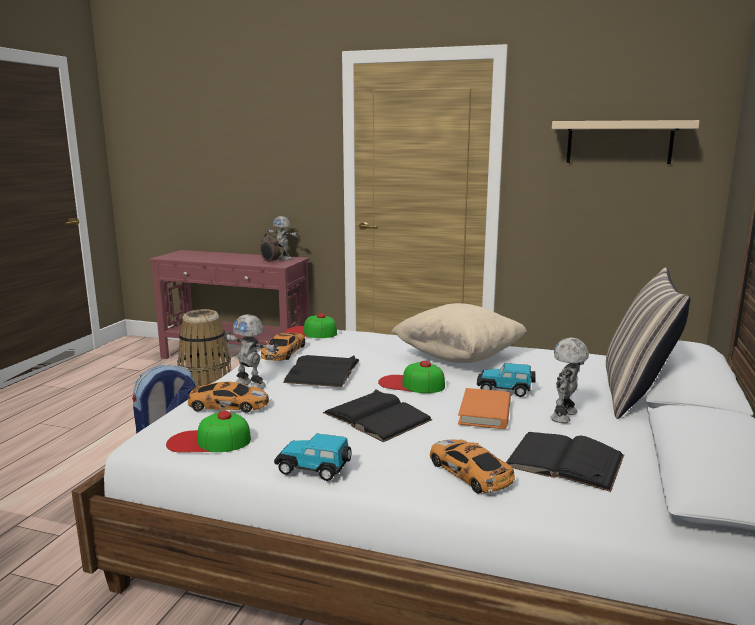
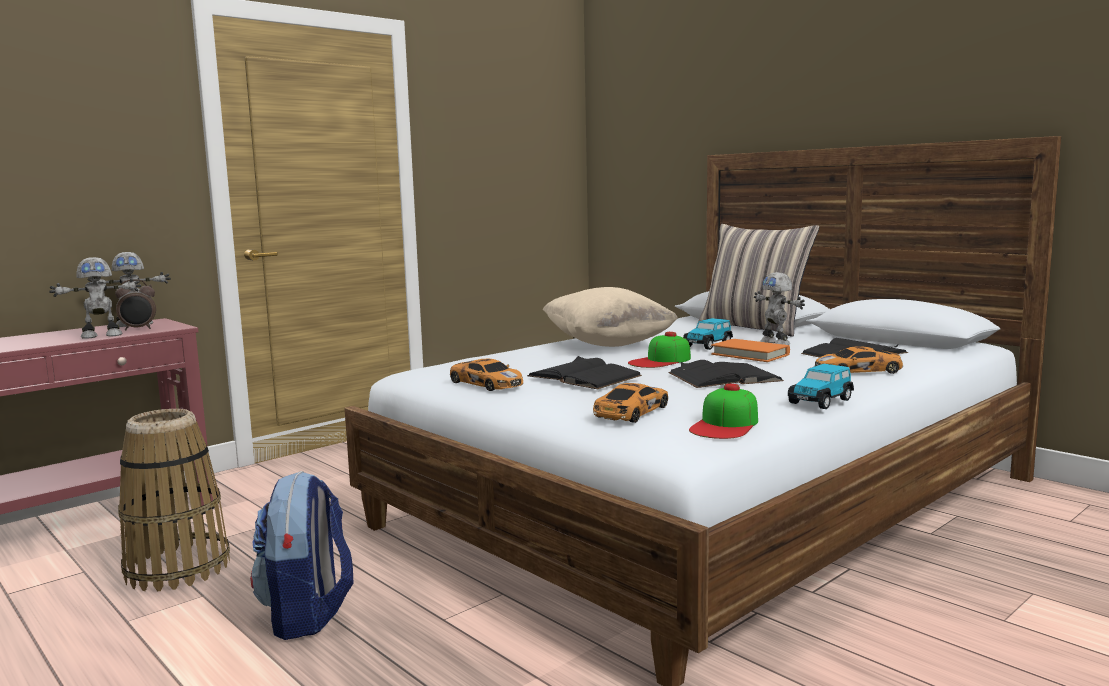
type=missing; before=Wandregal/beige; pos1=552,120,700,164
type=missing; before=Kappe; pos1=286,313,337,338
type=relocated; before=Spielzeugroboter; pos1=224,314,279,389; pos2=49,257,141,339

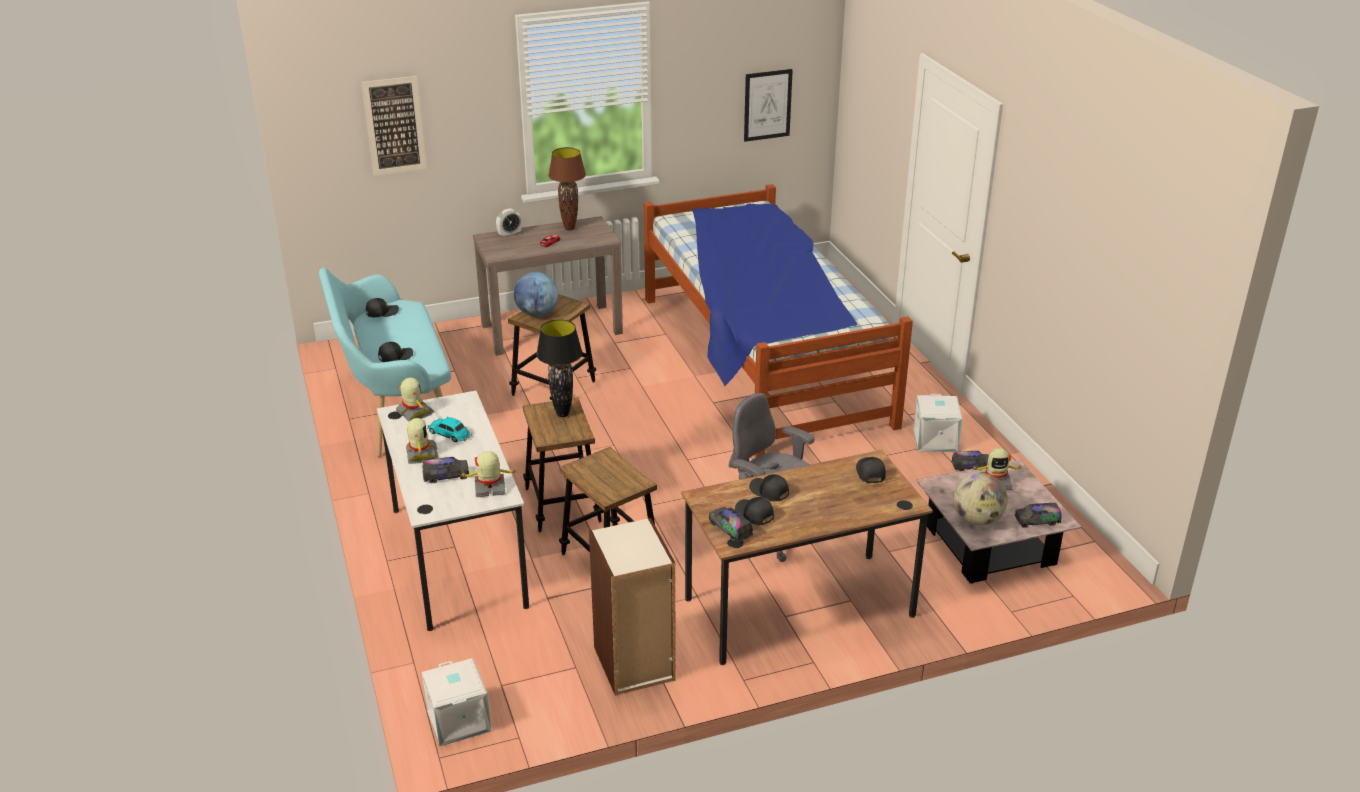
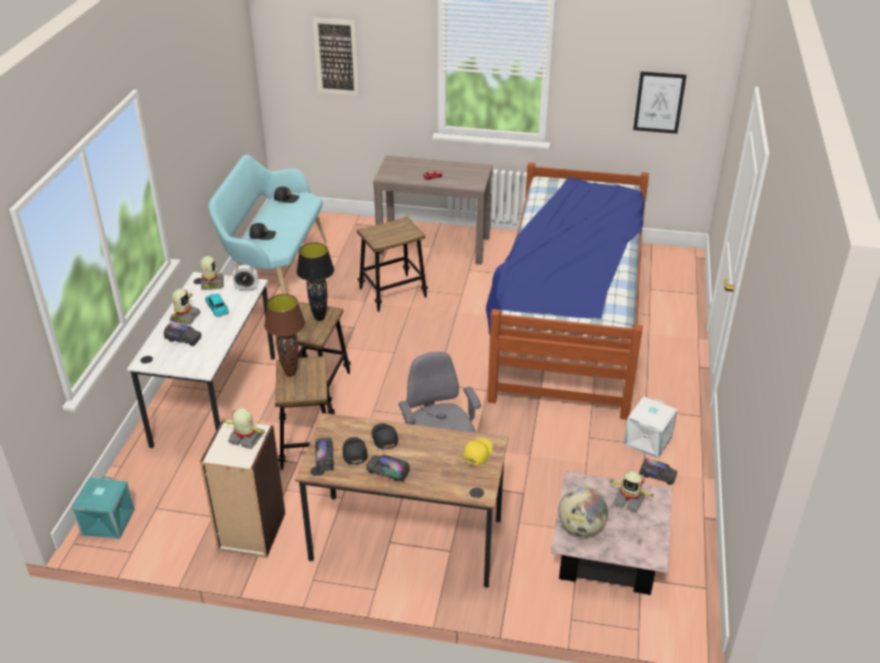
type=relocated; before=Tischlampe/braun; pos1=549,147,586,230; pos2=264,294,305,376
type=relocated; before=Wecker; pos1=496,209,522,238; pos2=232,264,258,291
type=missing; before=Globus; pos1=514,272,558,316
type=relocated; before=Spielzeugroboter; pos1=459,451,519,497; pos2=222,408,265,449
type=colour; before=Kappe/schwarz; after=Kappe/gelb; pos1=856,457,886,483; pos2=464,438,493,465
type=relocated; before=Spielzeuglaster; pos1=1015,503,1062,528; pos2=366,454,410,482
type=colour; before=Aufbewahrungsbox/weiß; after=Aufbewahrungsbox/türkis; pos1=422,658,491,747; pos2=72,476,135,539

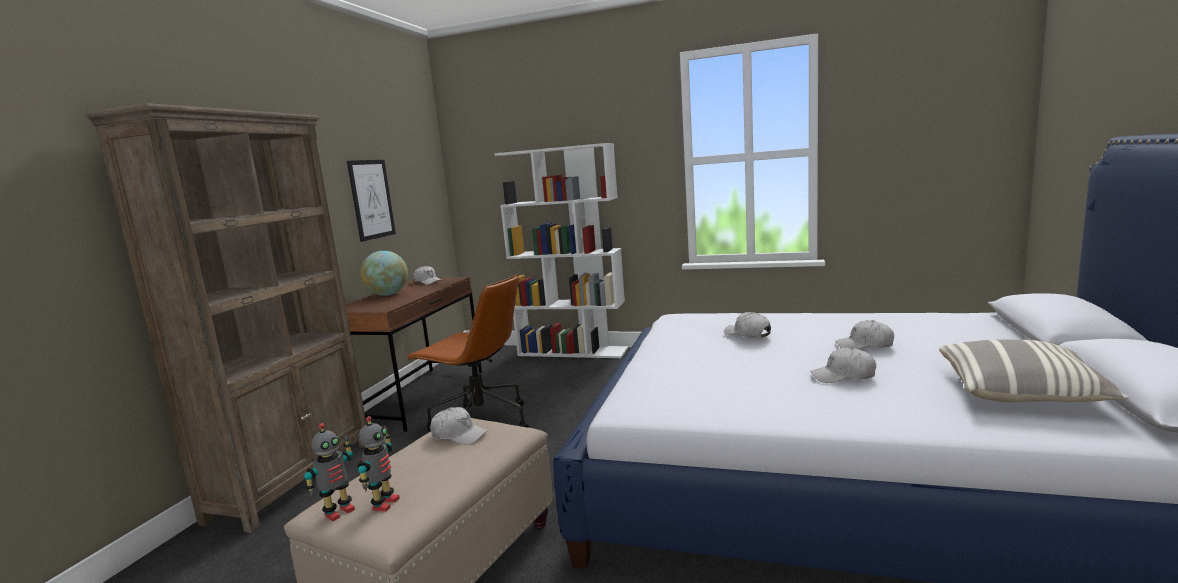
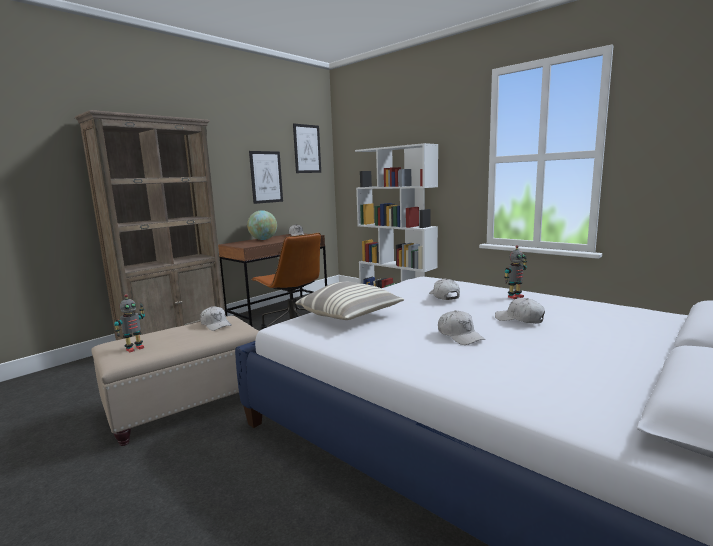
type=relocated; before=Kissen; pos1=939,339,1130,402; pos2=295,282,404,320
type=spun; before=Kappe/weiß; pos1=810,347,876,383; pos2=438,310,485,345; turn=-150
type=relocated; before=Spielzeugroboter; pos1=304,423,355,522; pos2=504,245,527,299
type=appeared; after=Bild; pos2=293,124,321,173

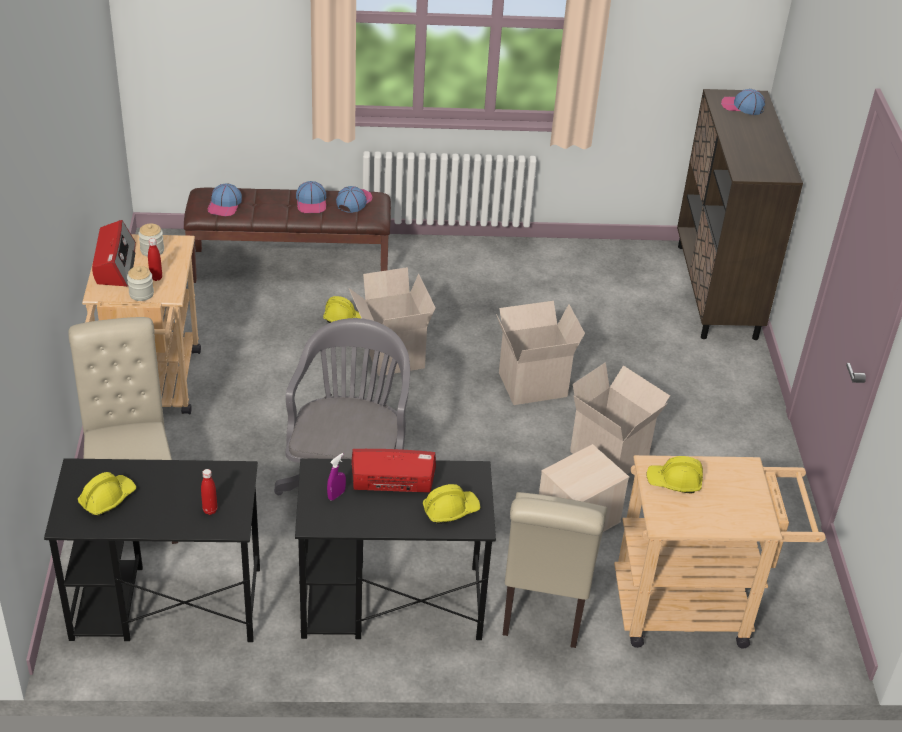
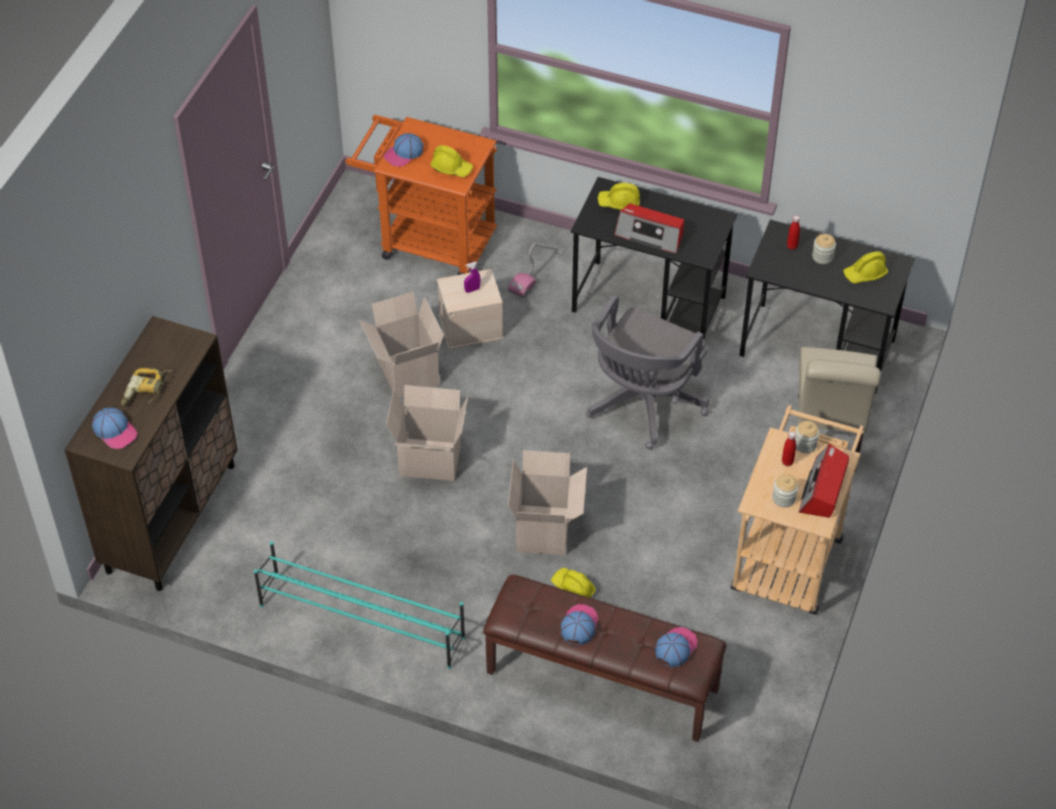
type=relocated; before=Kappe; pos1=336,186,372,213; pos2=384,133,423,167
type=relocated; before=Sprühflasche/lila; pos1=327,453,346,500; pos2=464,262,480,293
type=colour; before=Rollwagen/beige; after=Rollwagen/orange; pos1=614,455,826,648; pos2=346,115,497,275
type=exchanged; before=Stuhl/beige; after=Staubsauger; pos1=503,492,607,648; pos2=508,243,565,298
type=appeared; after=Vorratsglas; pos2=812,234,836,264
type=appeared; after=Bohrmaschine; pos2=121,368,172,406
type=appeared; after=Schuhregal/türkis; pos2=254,541,465,669

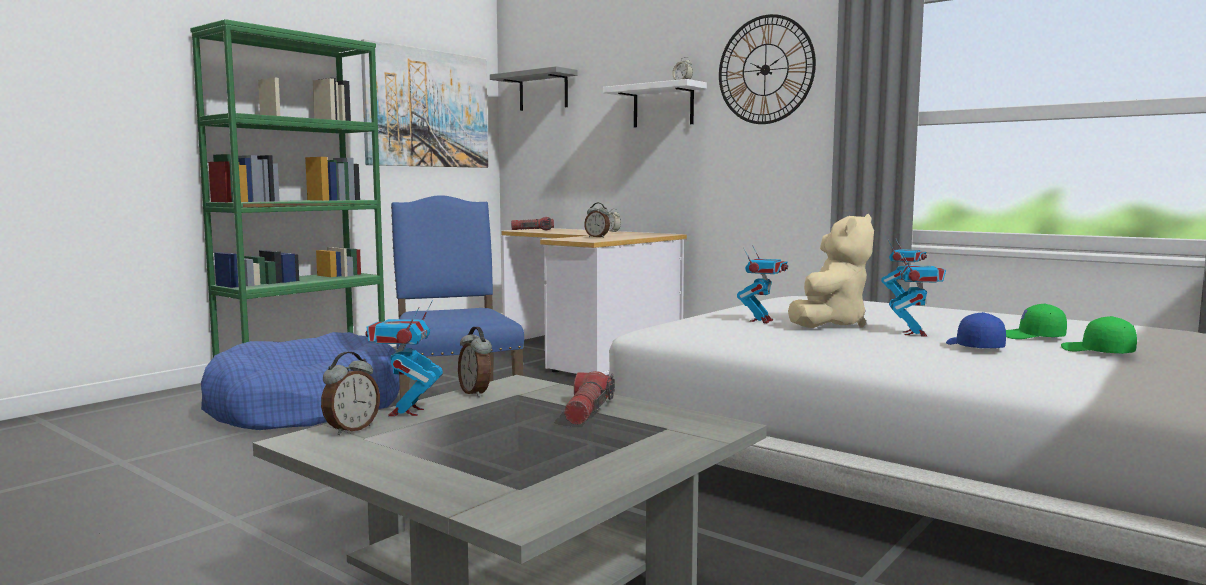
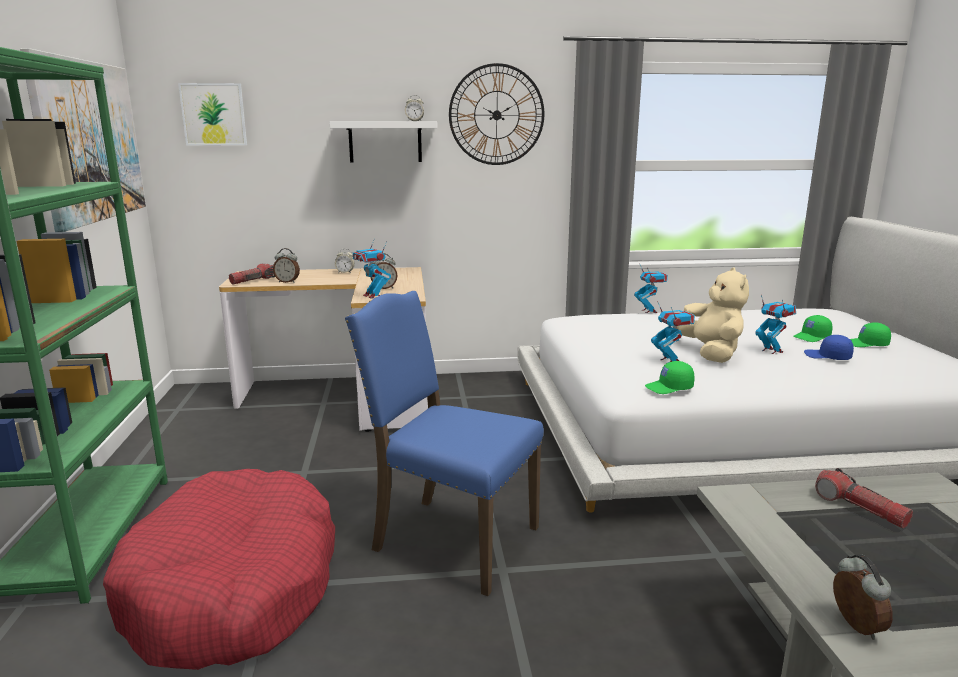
type=exchanged; before=Wandregal/grau; after=Bild; pos1=490,66,578,111; pos2=178,83,247,145
type=relocated; before=Spielzeugroboter; pos1=365,300,443,417; pos2=353,238,391,299
type=relocated; before=Wecker; pos1=458,327,492,397; pos2=273,248,300,283
type=colour; before=Hundebett/blau; after=Hundebett/rot; pos1=201,332,400,430; pos2=103,469,335,670
type=appeared; after=Kappe/grün; pos2=645,361,694,394

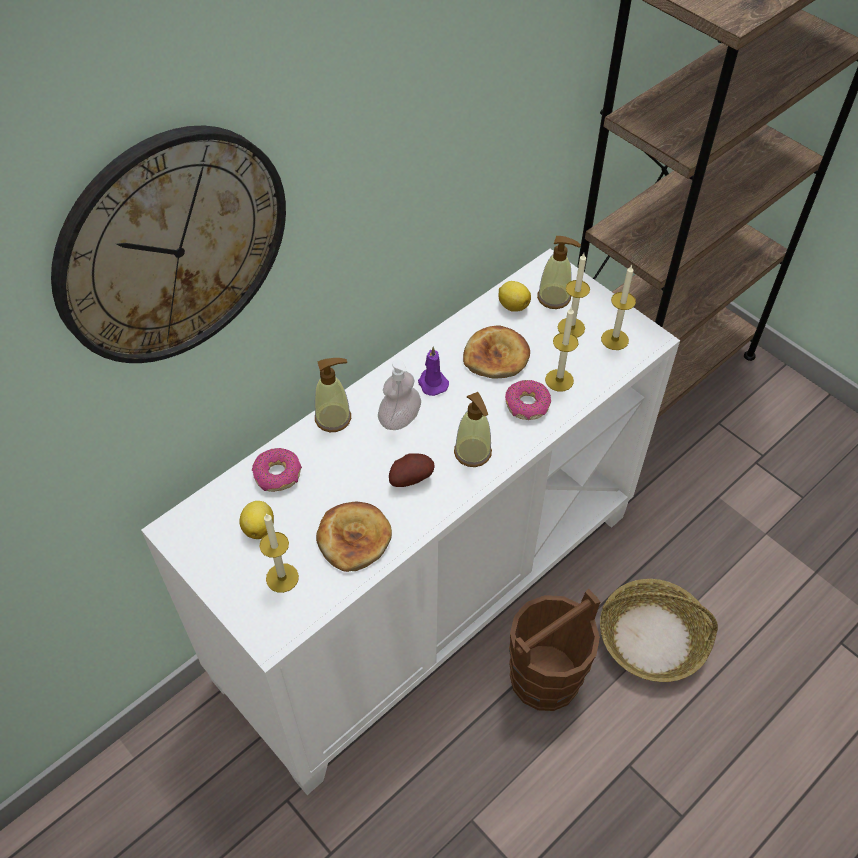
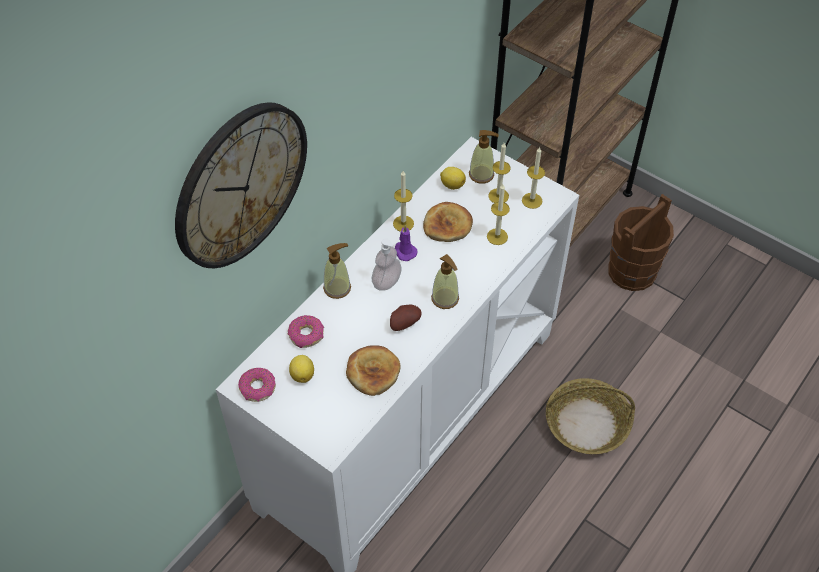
type=relocated; before=Donut; pos1=505,380,551,420; pos2=238,368,276,402
type=relocated; before=Kerze; pos1=259,513,299,593; pos2=393,171,414,232
type=relocated; before=Eimer/braun; pos1=509,589,601,711; pos2=608,194,674,291

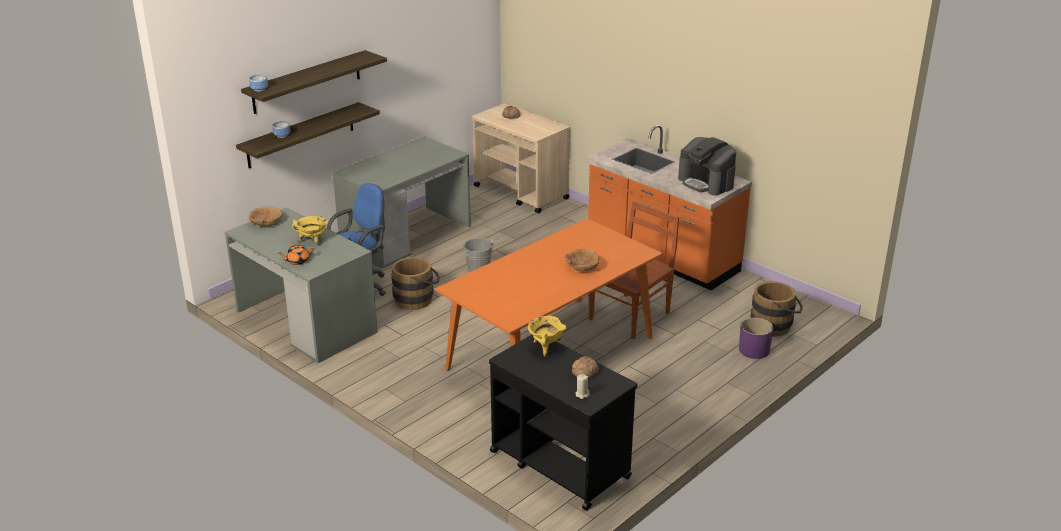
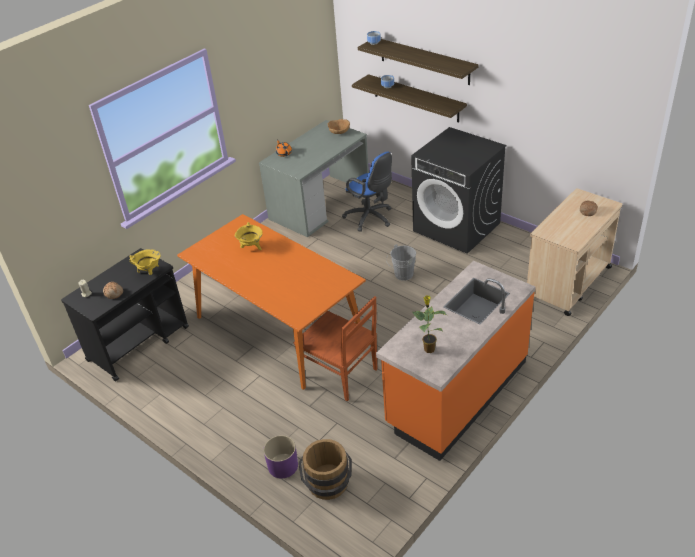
type=exchanged; before=Schreibtisch/grau; after=Waschmaschine/schwarz; pos1=332,136,471,269; pos2=411,127,507,254
type=exchanged; before=Kaffeemaschine; after=Topfpflanze; pos1=678,137,736,195; pos2=413,296,447,353
type=relocated; before=Kochtopf/gelb; pos1=292,216,328,243; pos2=235,222,263,250
type=missing; before=Schüssel/braun; pos1=565,249,599,271
type=missing; before=Eimer/braun; pos1=391,257,440,310

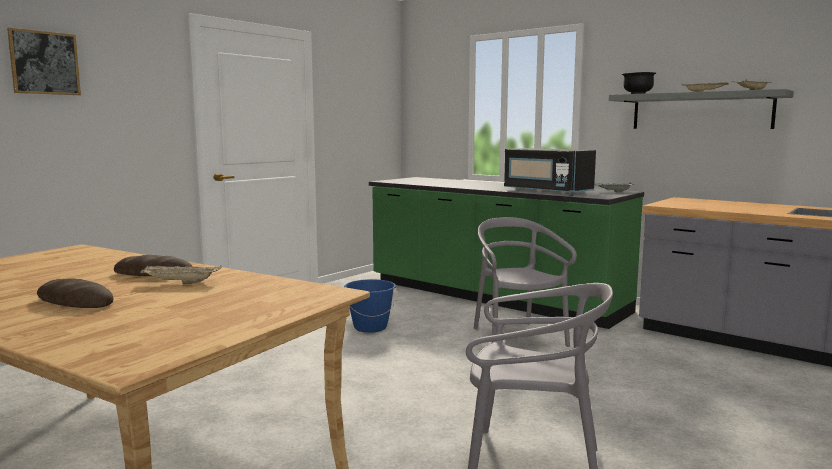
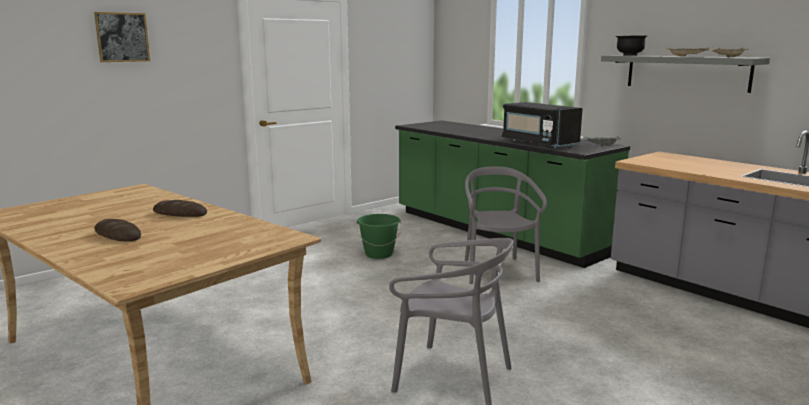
type=missing; before=Tablett/beige; pos1=140,265,222,284
type=colour; before=Eimer/blau; after=Eimer/grün; pos1=344,279,397,333; pos2=356,214,402,259

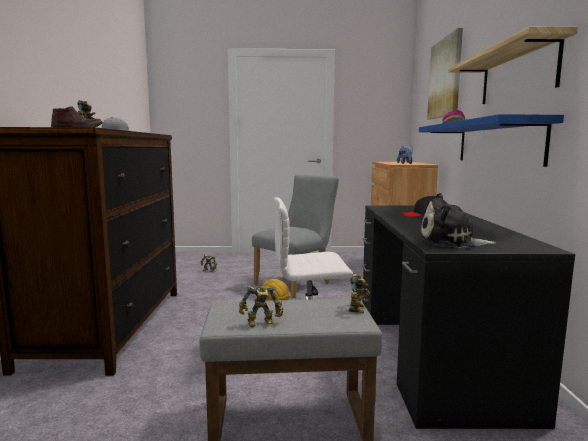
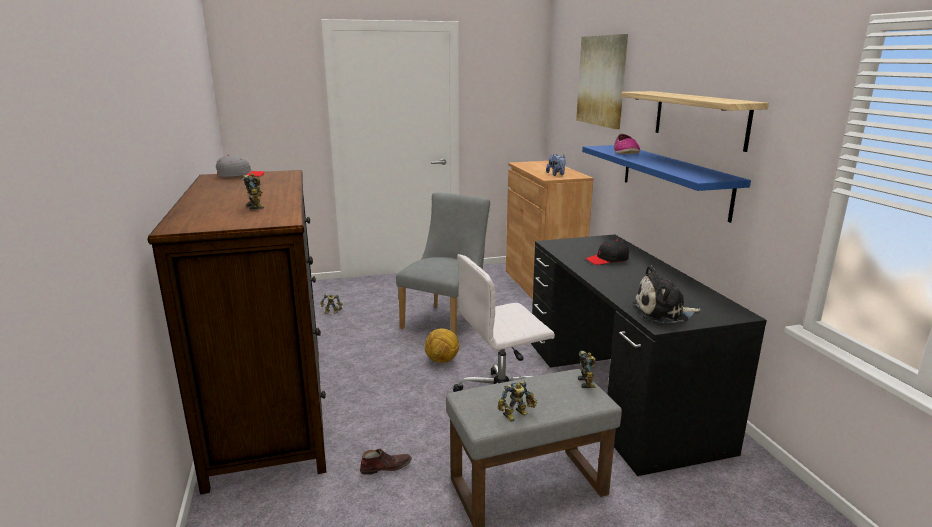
type=relocated; before=Schuh/braun; pos1=51,106,103,127; pos2=360,449,412,475

